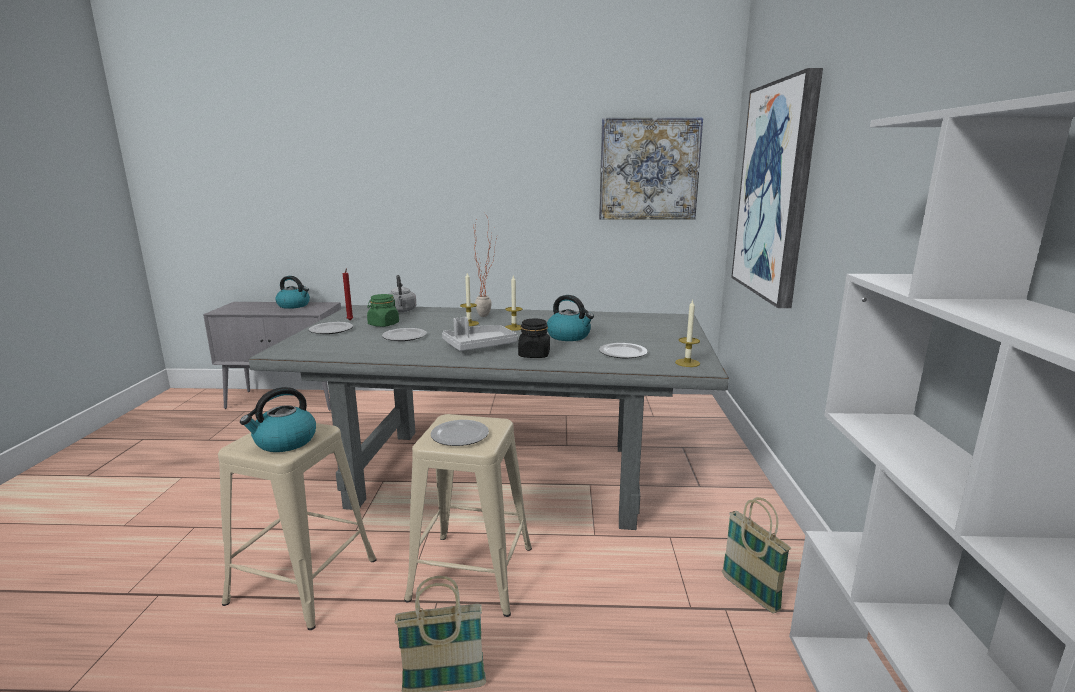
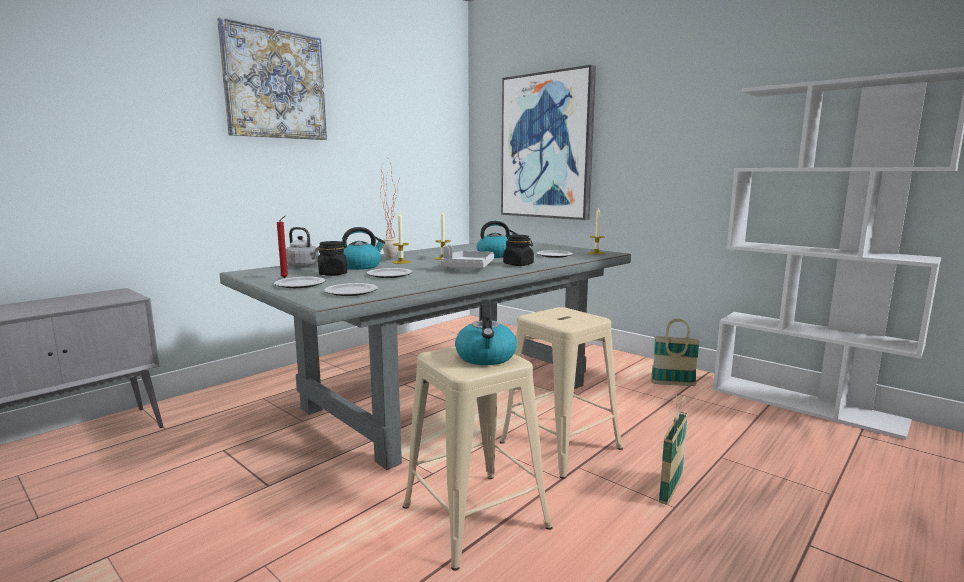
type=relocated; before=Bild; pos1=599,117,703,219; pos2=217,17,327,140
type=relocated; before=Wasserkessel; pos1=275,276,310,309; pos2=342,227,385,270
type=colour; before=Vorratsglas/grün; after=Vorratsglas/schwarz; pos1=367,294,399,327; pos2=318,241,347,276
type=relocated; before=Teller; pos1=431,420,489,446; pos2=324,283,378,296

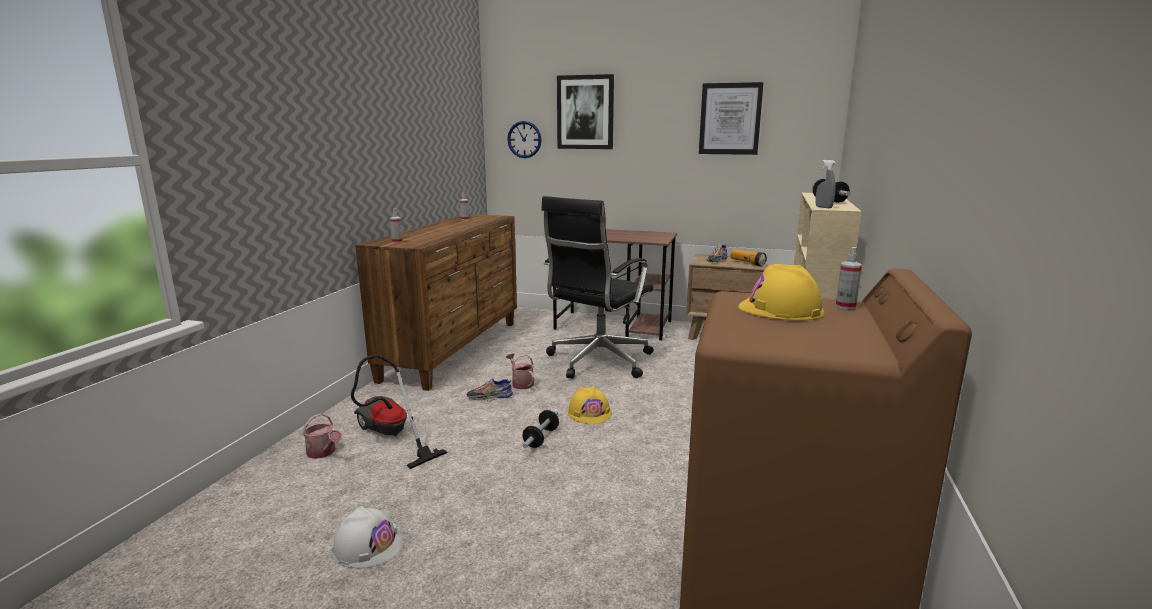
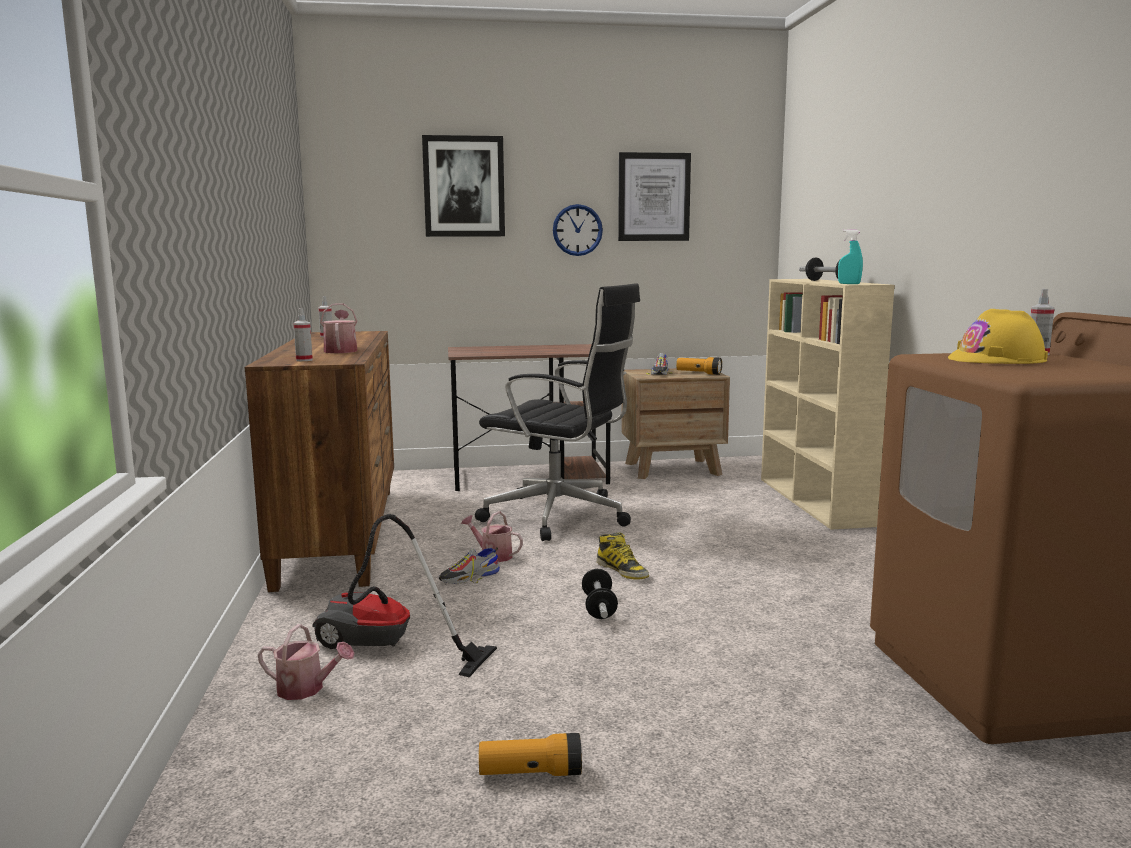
type=relocated; before=Wanduhr; pos1=507,121,541,158; pos2=553,204,603,256
type=colour; before=Sprühflasche/grau; after=Sprühflasche/türkis; pos1=816,160,836,208; pos2=838,229,863,284
type=spun; before=Bürostuhl/schwarz; pos1=541,196,653,379; pos2=475,283,640,541; turn=-75
type=exchanged; before=Schutzhelm/gelb; after=Stiefel; pos1=568,386,612,424; pos2=596,532,649,580
type=exchanged; before=Schutzhelm/weiß; after=Taschenlampe; pos1=332,506,403,568; pos2=479,733,582,776
type=appeared; after=Gießkanne; pos2=320,303,358,353

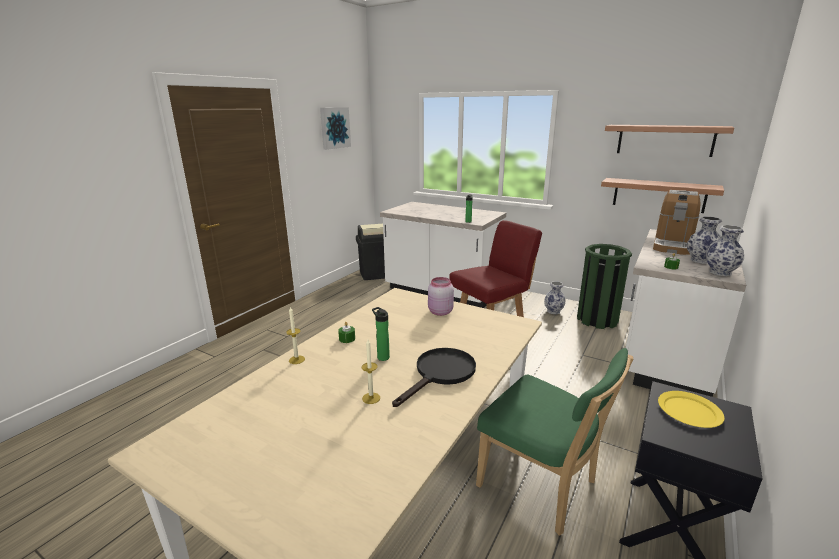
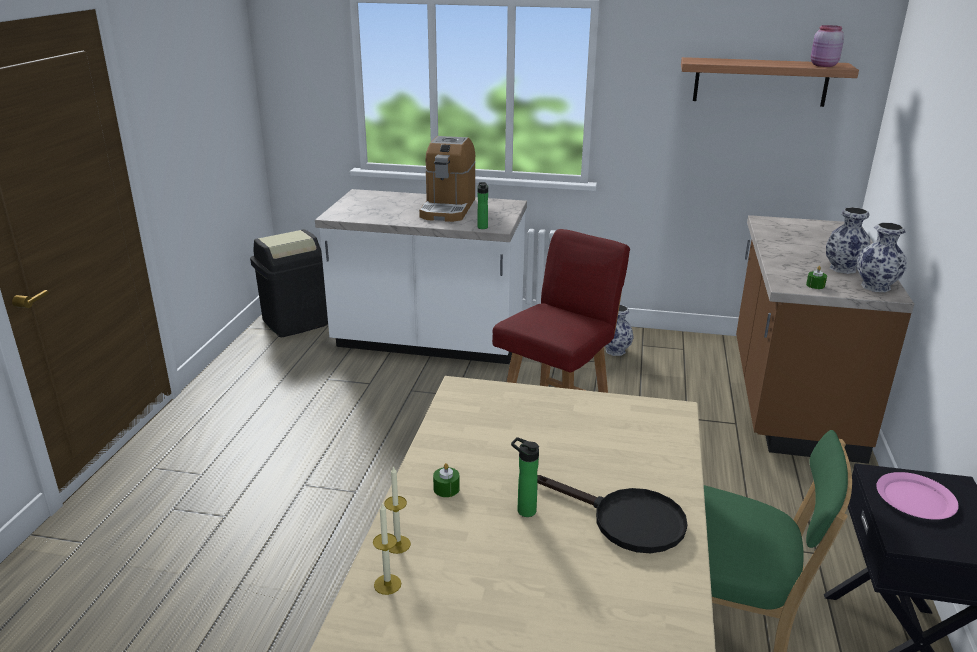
type=missing; before=Bild; pos1=320,107,351,150
type=missing; before=Wandregal; pos1=601,178,724,213
type=relocated; before=Kaffeemaschine; pos1=653,190,700,255; pos2=419,136,476,222
type=colour; before=Küchenzeile/weiß; after=Küchenzeile/braun; pos1=626,229,746,397; pos2=736,215,914,464
type=missing; before=Mülleimer/grün; pos1=577,244,632,329
type=relocated; before=Vorratsglas/rosa; pos1=428,277,454,316; pos2=811,25,844,67
type=relocated; before=Kerze; pos1=362,340,380,404; pos2=373,502,401,595
type=spun; before=Pfanne/schwarz; pos1=392,348,476,407; pos2=537,475,687,553; turn=105
type=colour; before=Teller/gelb; after=Teller/rosa; pos1=658,391,725,428; pos2=876,472,959,520

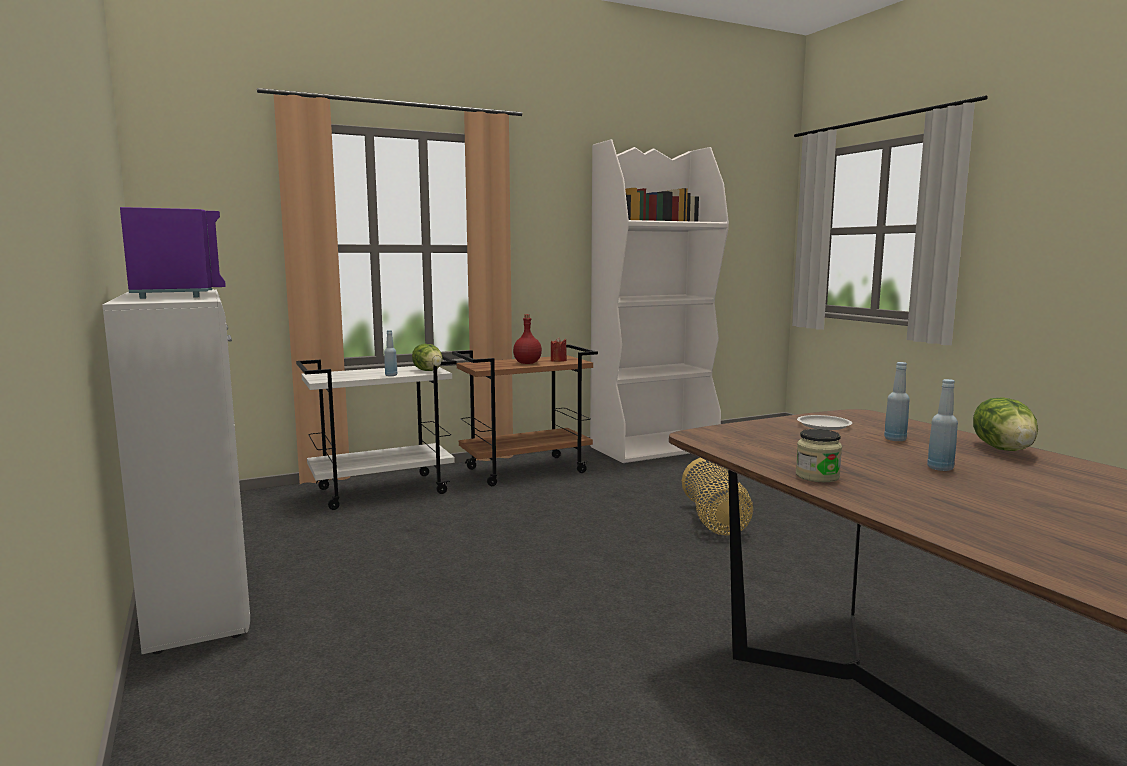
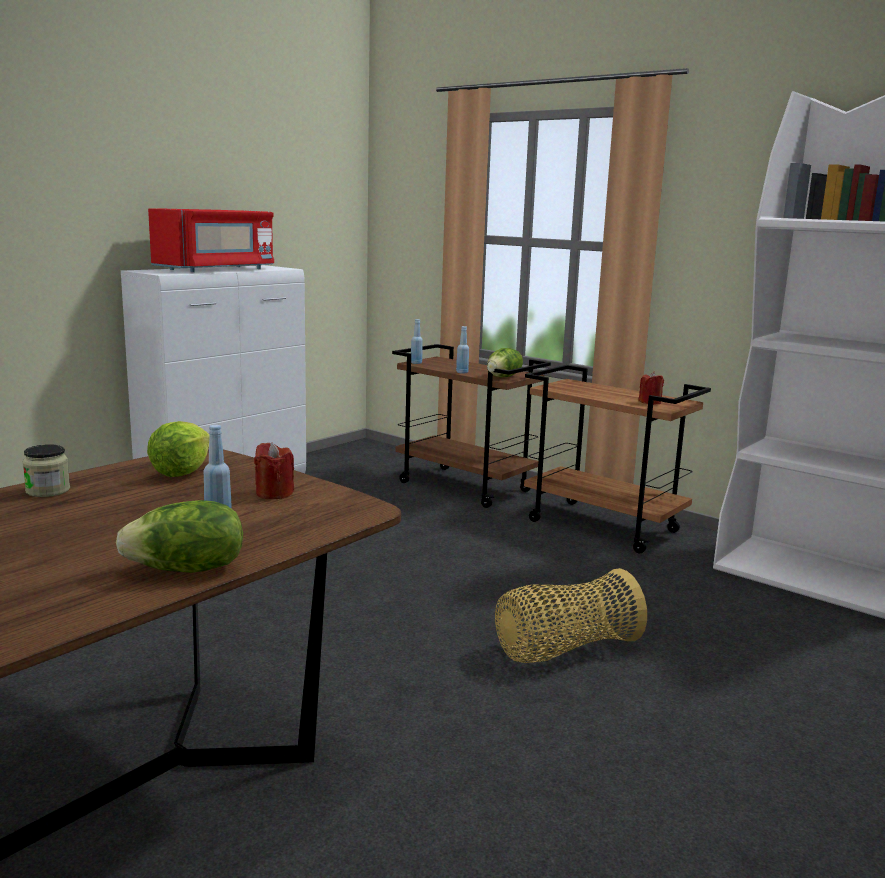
type=colour; before=Mikrowelle/lila; after=Mikrowelle/rot; pos1=120,207,226,299; pos2=148,208,274,272
type=missing; before=Flasche/rot; pos1=513,314,542,364
type=colour; before=Rollwagen/weiß; after=Rollwagen/braun; pos1=296,355,457,510; pos2=392,344,551,508
type=relocated; before=Flasche/blau; pos1=927,379,958,471; pos2=411,319,423,364
type=exchanged; before=Teller/weiß; after=Kerze/rot; pos1=797,415,852,430; pos2=254,442,294,499
type=appeared; after=Salatkopf; pos2=147,421,210,477

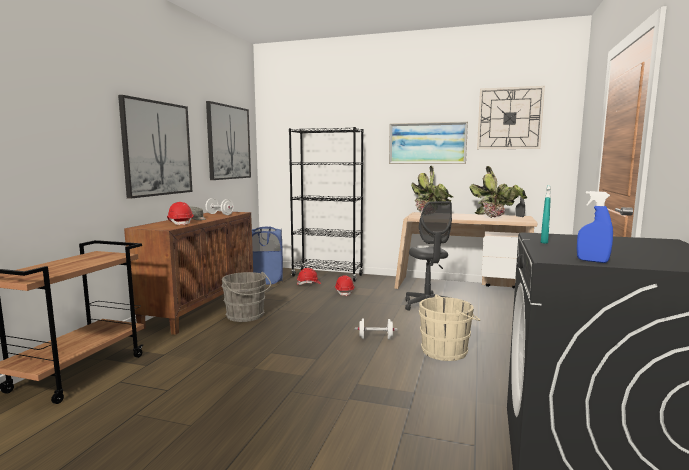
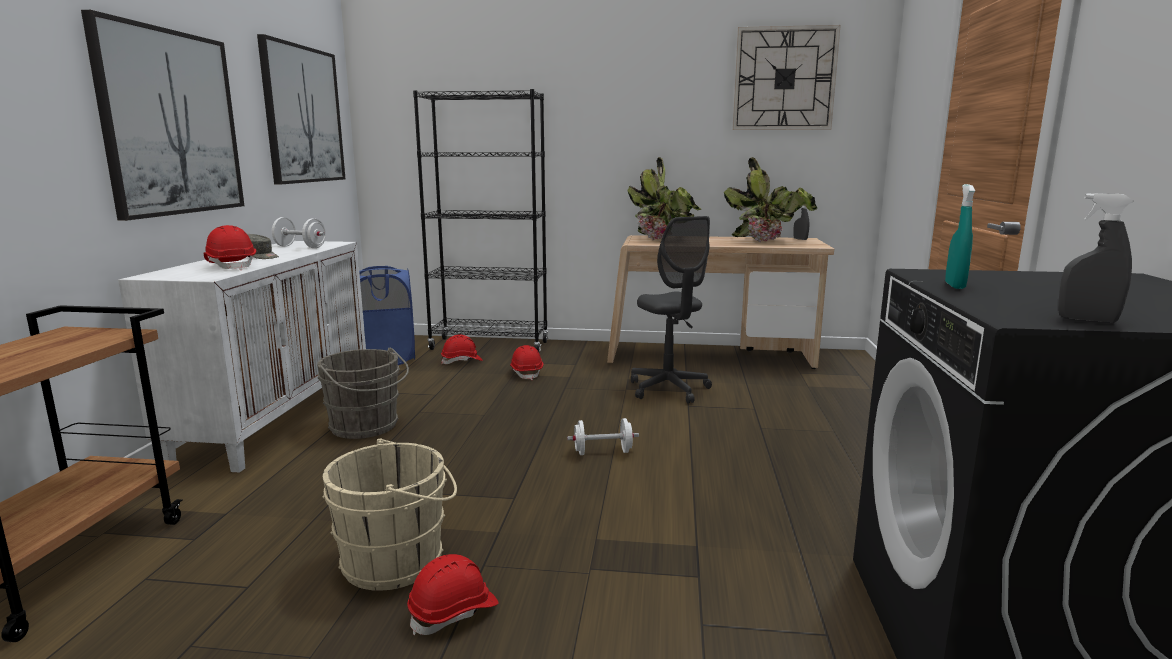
type=missing; before=Bild; pos1=389,121,468,164
type=colour; before=Sprühflasche/blau; after=Sprühflasche/grau; pos1=577,191,613,263; pos2=1058,193,1134,324
type=colour; before=Schrank/braun; after=Schrank/weiß; pos1=124,211,253,335; pos2=118,241,366,473
type=relocated; before=Eimer/beige; pos1=419,294,480,361; pos2=323,438,457,591
type=appeared; after=Schutzhelm/rot; pos2=407,554,498,636

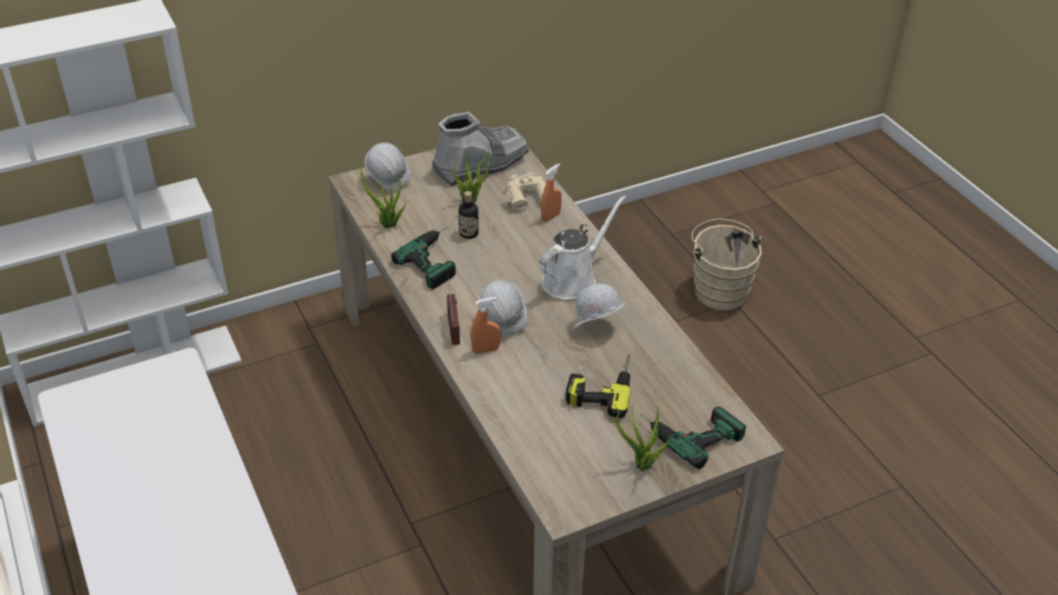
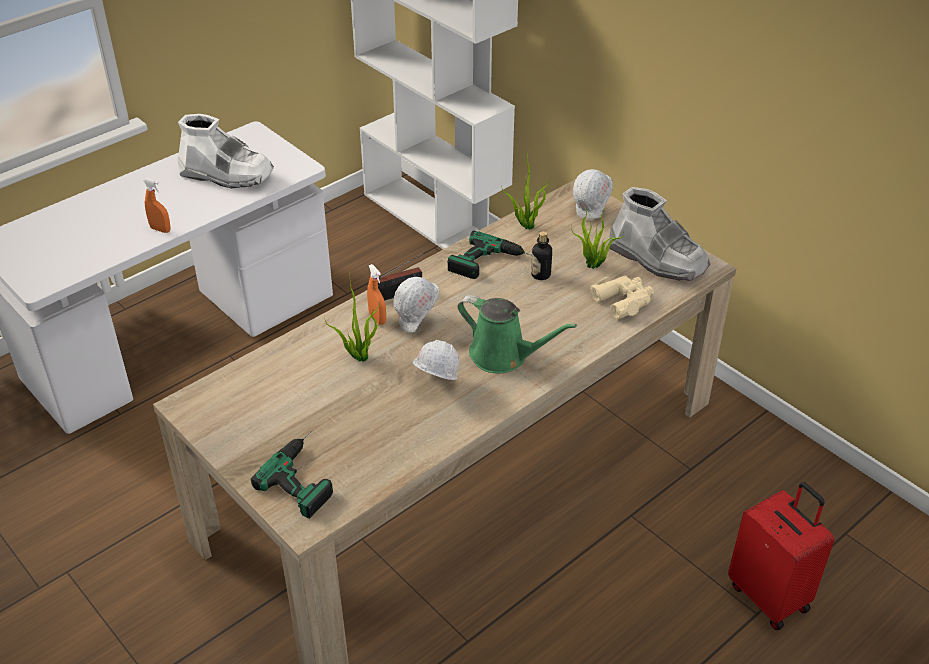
type=relocated; before=Sprühflasche/orange; pos1=541,164,562,222; pos2=143,178,171,233
type=colour; before=Gießkanne/weiß; after=Gießkanne/grün; pos1=539,195,626,300; pos2=458,295,577,373
type=exchanged; before=Eimer/beige; after=Koffer/rot; pos1=691,219,762,310; pos2=728,482,834,630
type=missing; before=Bohrmaschine; pos1=566,355,630,418
type=relocated; before=Topfpflanze; pos1=610,400,671,471; pos2=324,281,380,362
type=appeared; after=Stiefel/weiß; pos2=177,114,274,188

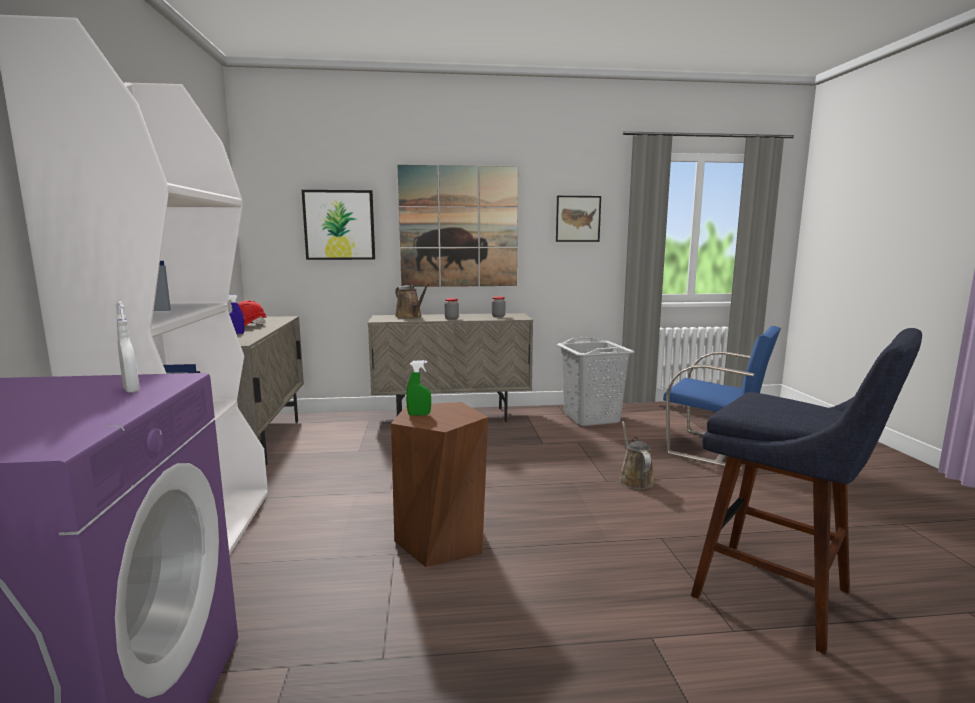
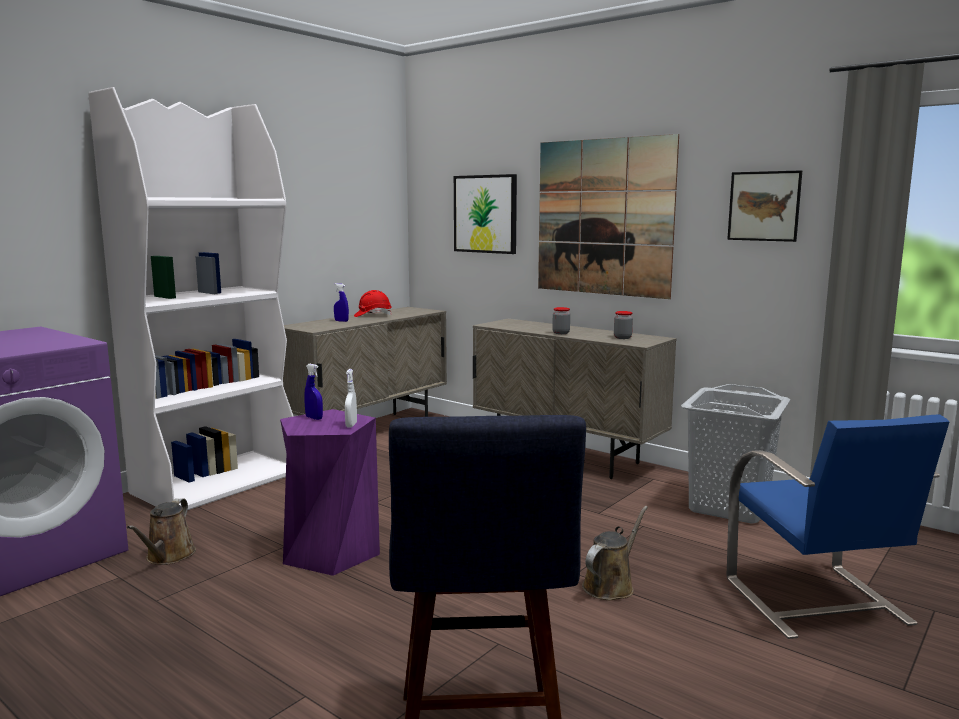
type=relocated; before=Gießkanne/braun; pos1=395,284,429,319; pos2=127,499,196,565
type=relocated; before=Sprühflasche/weiß; pos1=115,301,140,393; pos2=345,369,357,428
type=colour; before=Sprühflasche/grün; after=Sprühflasche/blau; pos1=406,360,431,416; pos2=304,364,323,420
type=colour; before=Hocker/braun; after=Hocker/lila; pos1=391,402,488,567; pos2=280,409,380,576

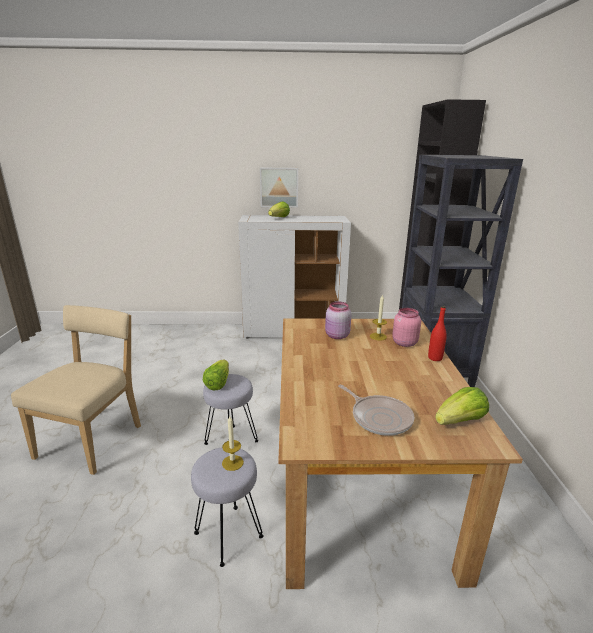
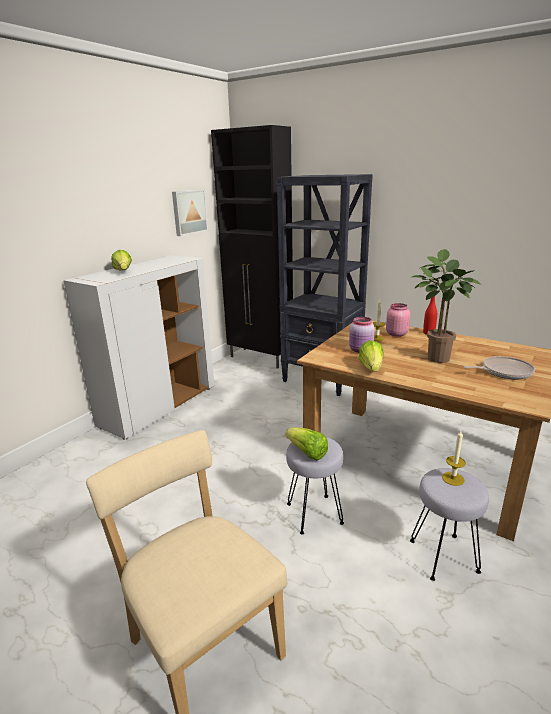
type=relocated; before=Bild; pos1=260,168,298,207; pos2=172,189,208,236
type=relocated; before=Salatkopf; pos1=435,387,489,425; pos2=358,340,384,372
type=appeared; after=Topfpflanze; pos2=412,249,481,363

